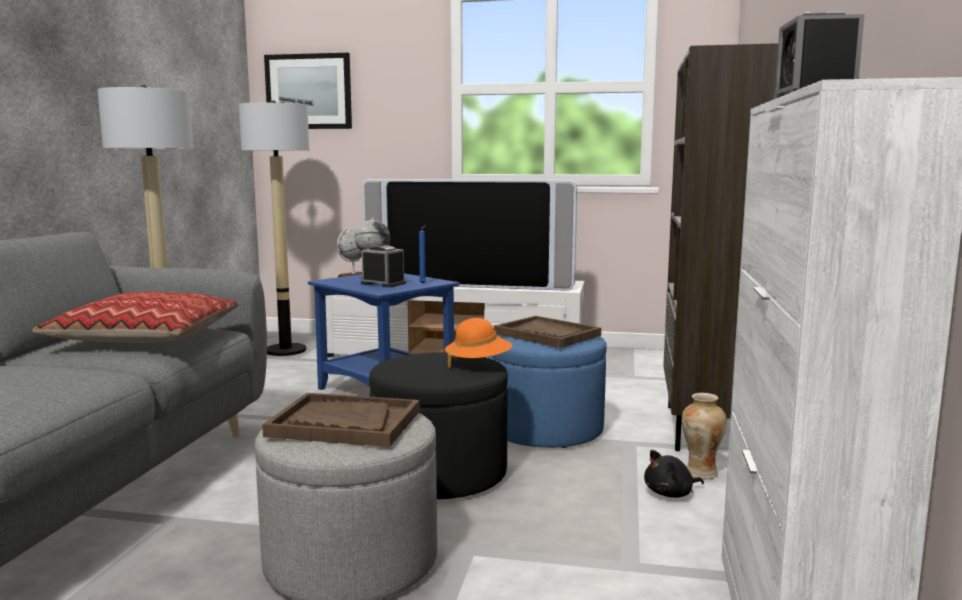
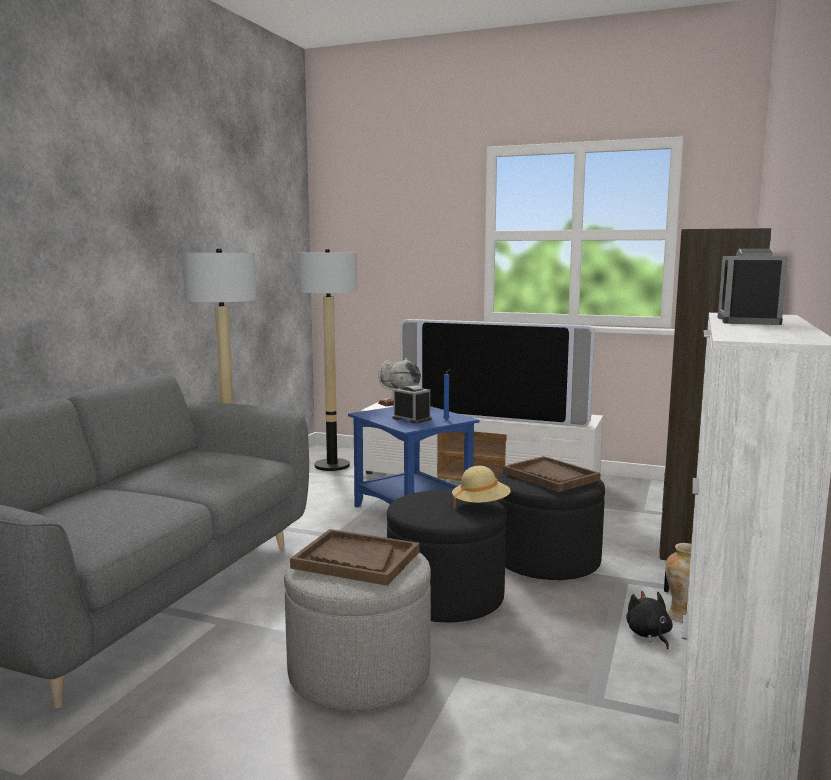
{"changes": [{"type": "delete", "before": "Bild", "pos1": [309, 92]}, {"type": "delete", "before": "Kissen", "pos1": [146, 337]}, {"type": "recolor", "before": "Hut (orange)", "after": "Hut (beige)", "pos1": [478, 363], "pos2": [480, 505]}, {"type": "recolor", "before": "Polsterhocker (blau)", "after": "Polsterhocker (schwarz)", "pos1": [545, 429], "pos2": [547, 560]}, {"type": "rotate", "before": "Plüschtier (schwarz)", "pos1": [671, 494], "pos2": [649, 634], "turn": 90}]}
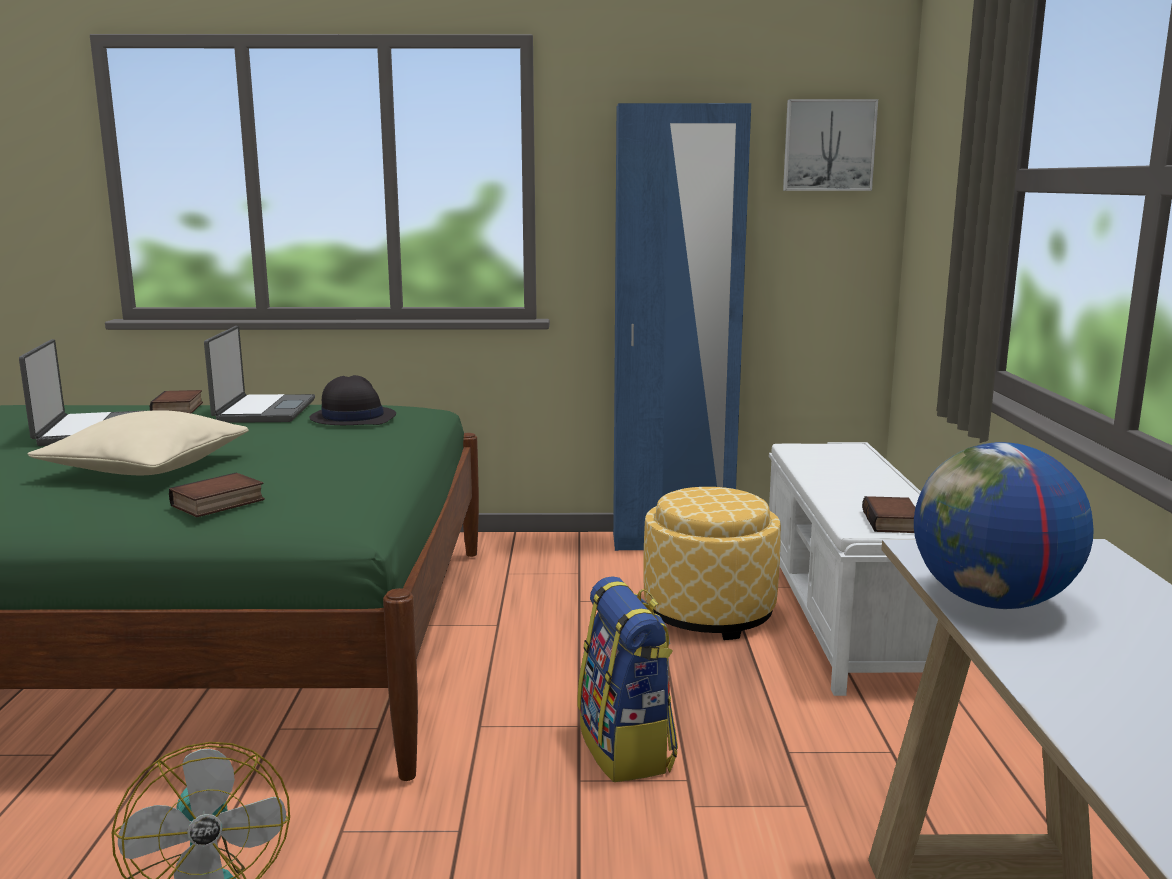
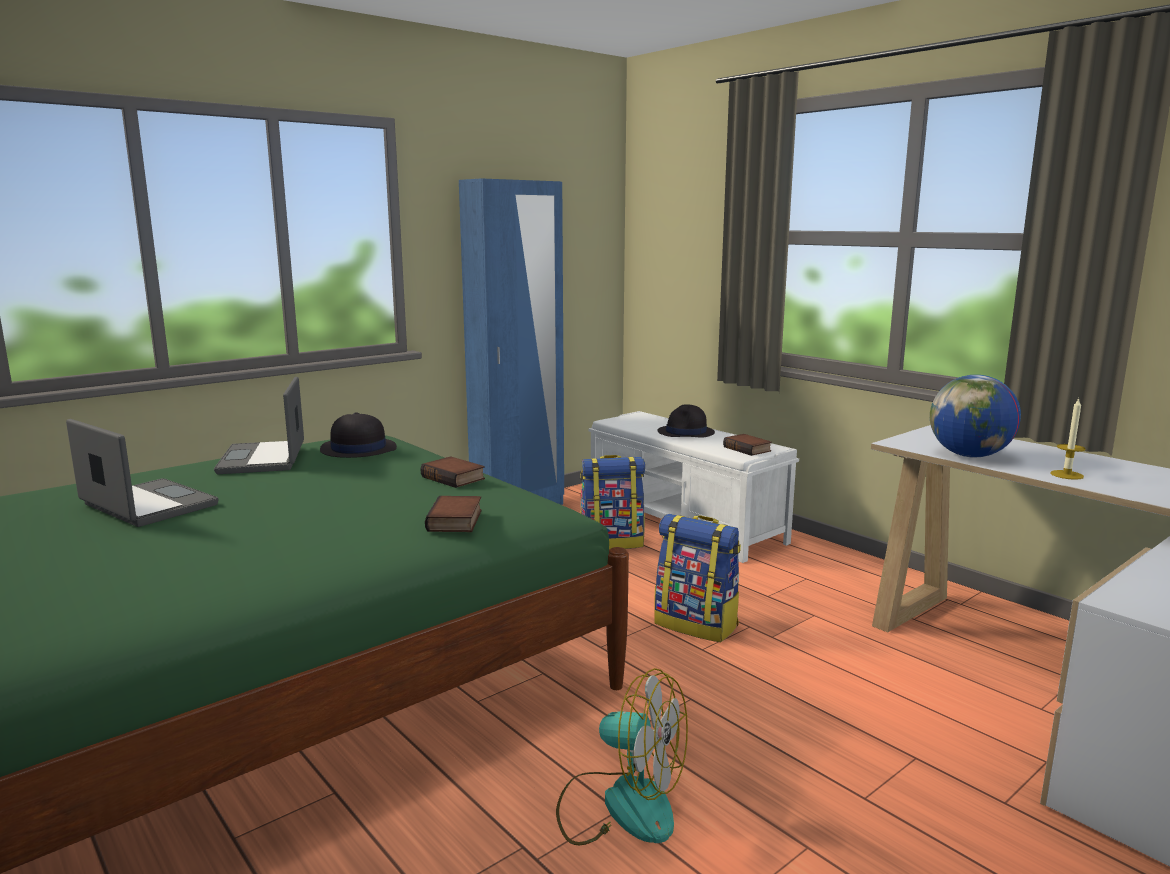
{"changes": [{"type": "delete", "before": "Bild", "pos1": [828, 145]}, {"type": "rotate", "before": "Laptop", "pos1": [263, 411], "pos2": [264, 459], "turn": -150}, {"type": "move", "before": "Buch", "pos1": [179, 409], "pos2": [455, 478]}, {"type": "delete", "before": "Kissen (beige)", "pos1": [147, 467]}, {"type": "replace", "before": "Polsterhocker", "after": "Rucksack", "pos1": [709, 612], "pos2": [612, 542]}, {"type": "insert", "after": "Kerze", "pos2": [1066, 475]}, {"type": "insert", "after": "Hut (schwarz)", "pos2": [686, 433]}]}
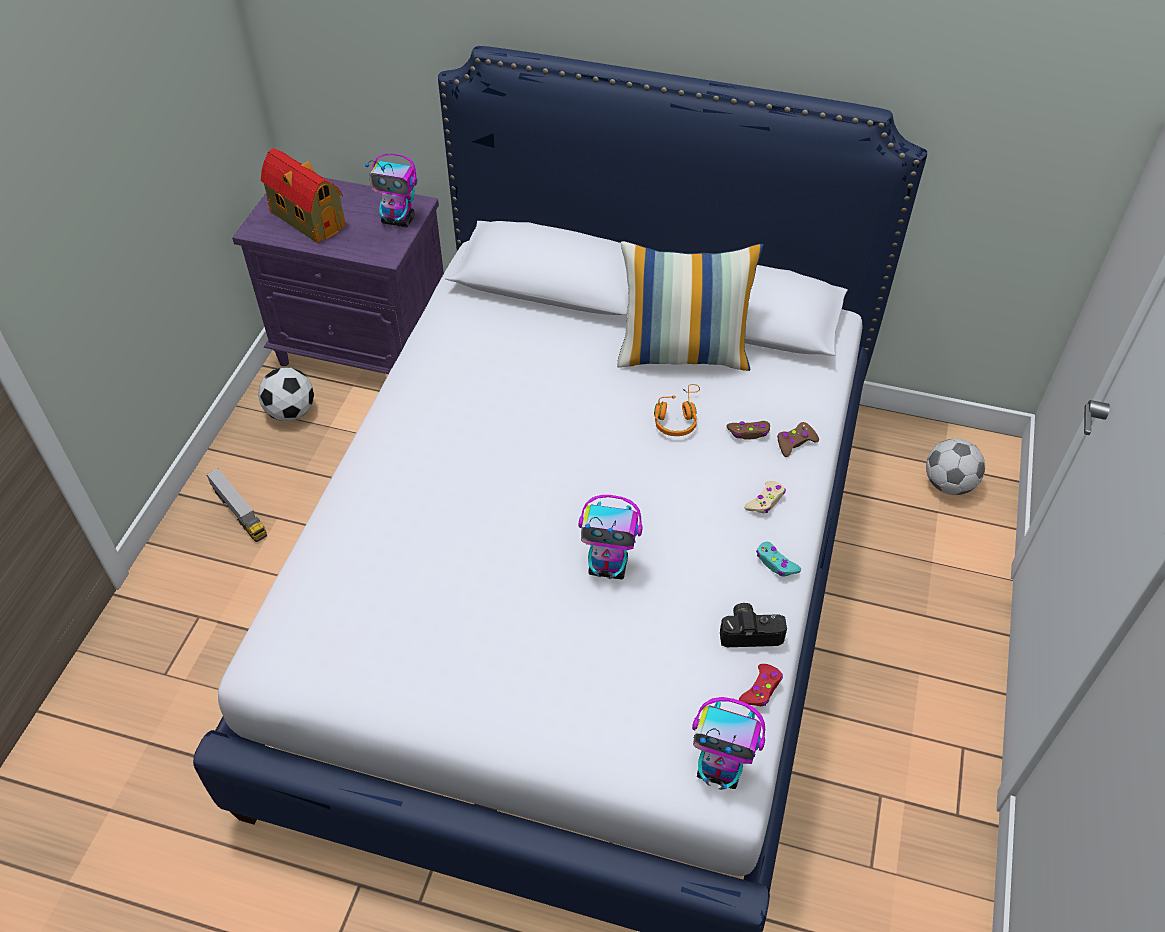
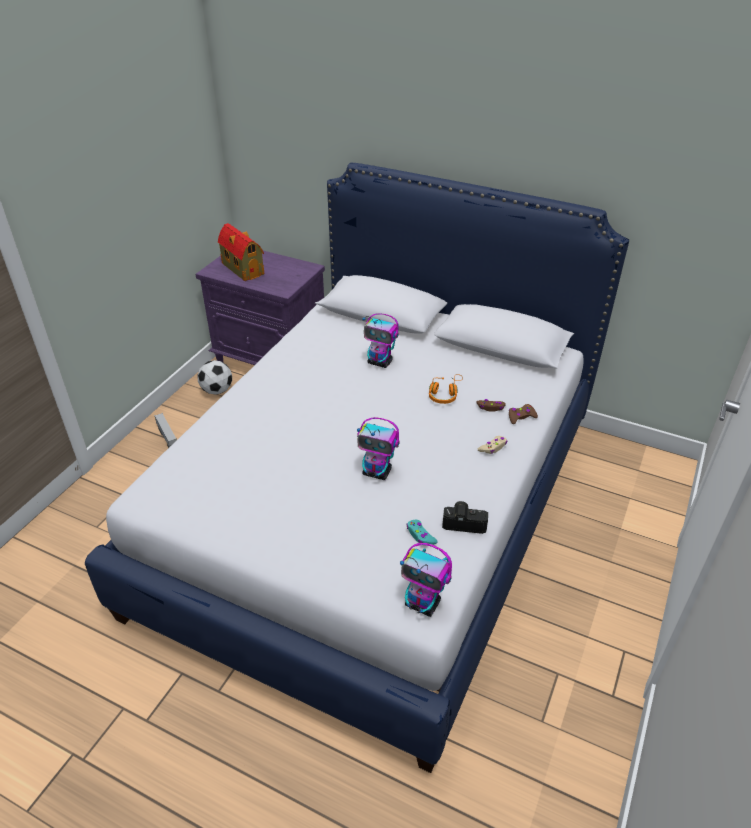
{"changes": [{"type": "move", "before": "Spielzeugroboter", "pos1": [399, 220], "pos2": [380, 362]}, {"type": "delete", "before": "Kissen", "pos1": [683, 353]}, {"type": "delete", "before": "Fußball", "pos1": [948, 484]}, {"type": "move", "before": "Gamepad (türkis)", "pos1": [776, 563], "pos2": [420, 535]}, {"type": "delete", "before": "Gamepad (rot)", "pos1": [761, 689]}]}
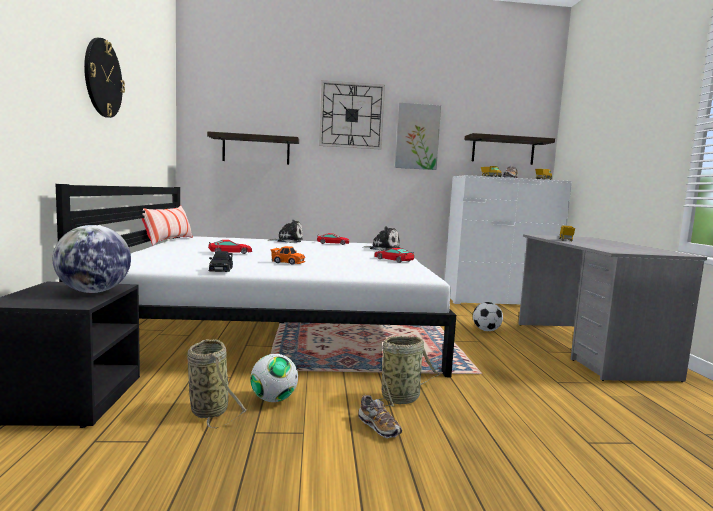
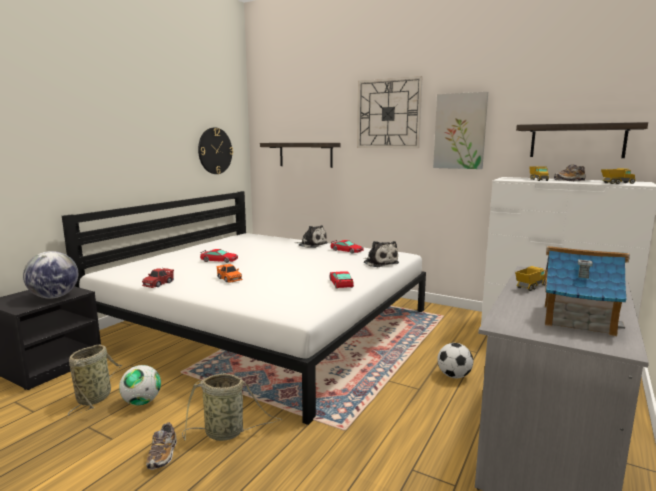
{"changes": [{"type": "move", "before": "Wanduhr", "pos1": [103, 78], "pos2": [215, 151]}, {"type": "delete", "before": "Kissen", "pos1": [168, 241]}, {"type": "recolor", "before": "Spielzeugauto (schwarz)", "after": "Spielzeugauto (rot)", "pos1": [221, 269], "pos2": [158, 284]}, {"type": "insert", "after": "Spielzeughaus", "pos2": [577, 319]}]}
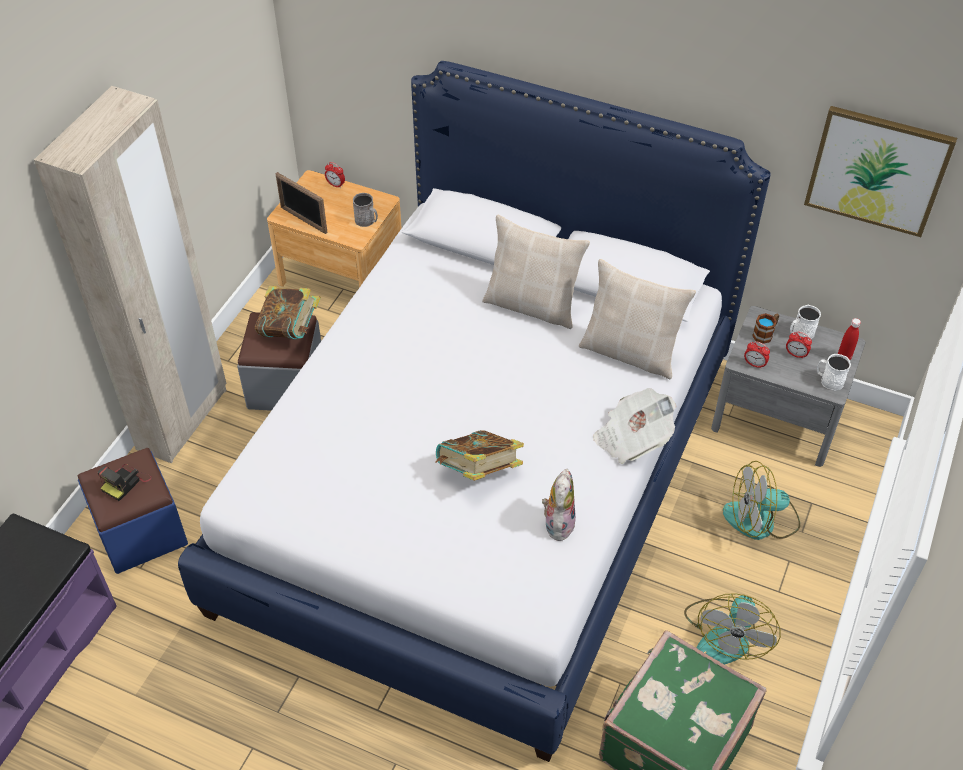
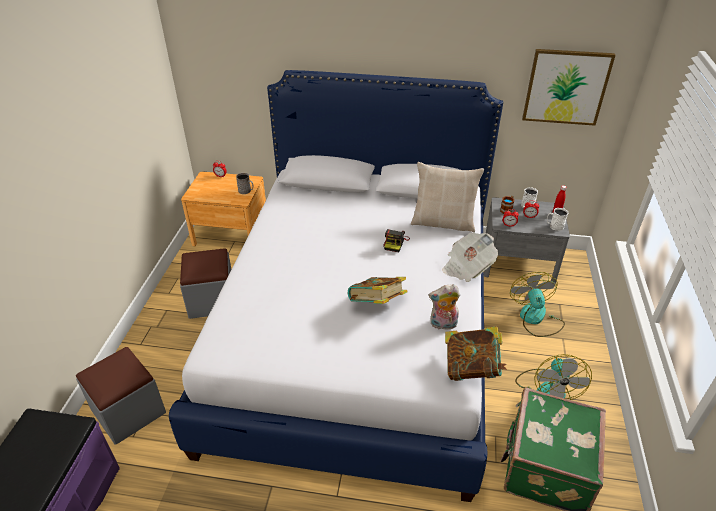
{"changes": [{"type": "delete", "before": "Kleiderschrank (beige)", "pos1": [183, 420]}, {"type": "delete", "before": "Bilderrahmen", "pos1": [303, 220]}, {"type": "delete", "before": "Kissen (beige)", "pos1": [532, 305]}, {"type": "move", "before": "Buch", "pos1": [290, 329], "pos2": [471, 368]}, {"type": "recolor", "before": "Polsterhocker (blau)", "after": "Polsterhocker (grau)", "pos1": [141, 532], "pos2": [129, 412]}, {"type": "rotate", "before": "Ventilator", "pos1": [761, 520], "pos2": [535, 319], "turn": 105}, {"type": "move", "before": "Kamera", "pos1": [126, 482], "pos2": [395, 243]}, {"type": "rotate", "before": "Plüschtier", "pos1": [557, 523], "pos2": [443, 325], "turn": -90}]}
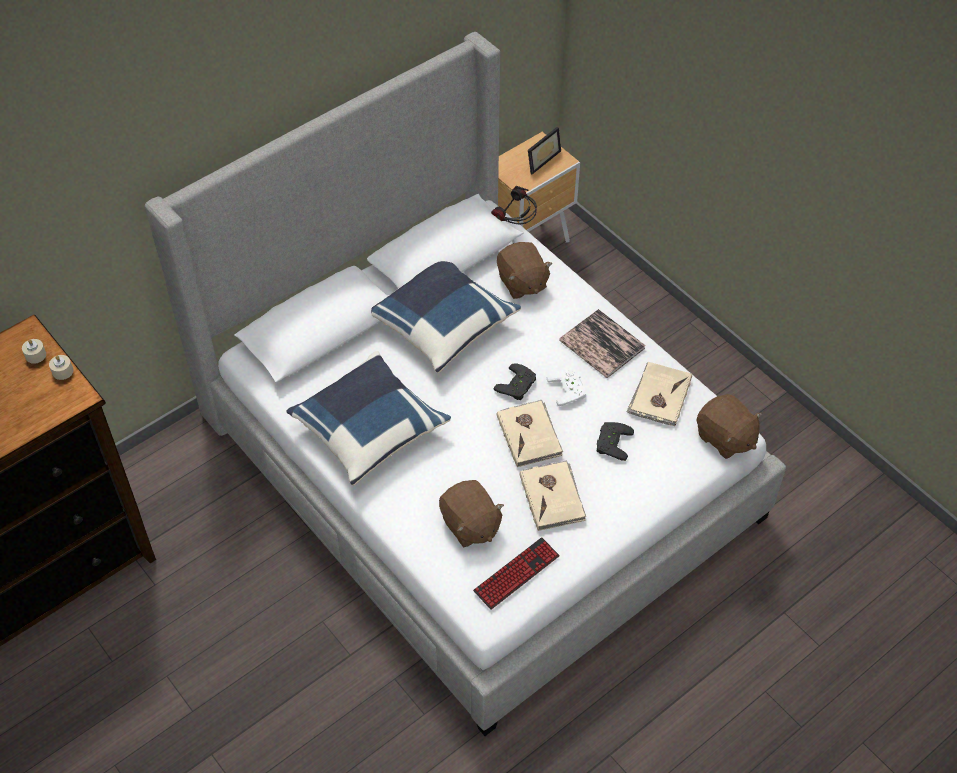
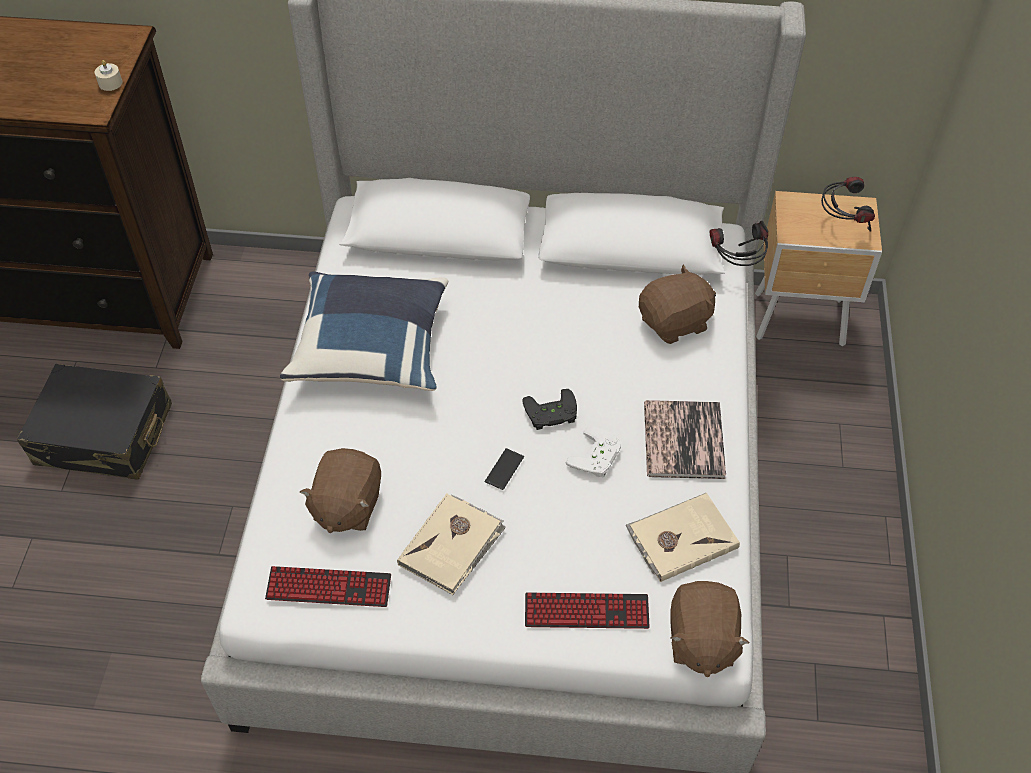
{"changes": [{"type": "replace", "before": "Bilderrahmen", "after": "Kopfhörer", "pos1": [540, 159], "pos2": [841, 222]}, {"type": "rotate", "before": "Plüschtier (braun)", "pos1": [522, 283], "pos2": [675, 322], "turn": -135}, {"type": "delete", "before": "Kissen (blau)", "pos1": [442, 325]}, {"type": "delete", "before": "Kerze (beige)", "pos1": [35, 355]}, {"type": "replace", "before": "Buch (beige)", "after": "Handy", "pos1": [530, 435], "pos2": [504, 469]}, {"type": "delete", "before": "Gamepad (schwarz)", "pos1": [611, 442]}, {"type": "insert", "after": "Koffer (schwarz)", "pos2": [104, 435]}, {"type": "insert", "after": "Tastatur", "pos2": [586, 612]}]}
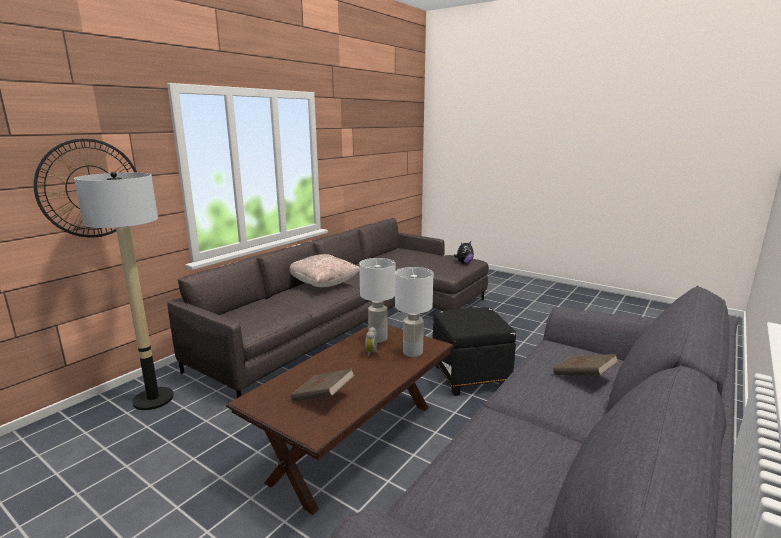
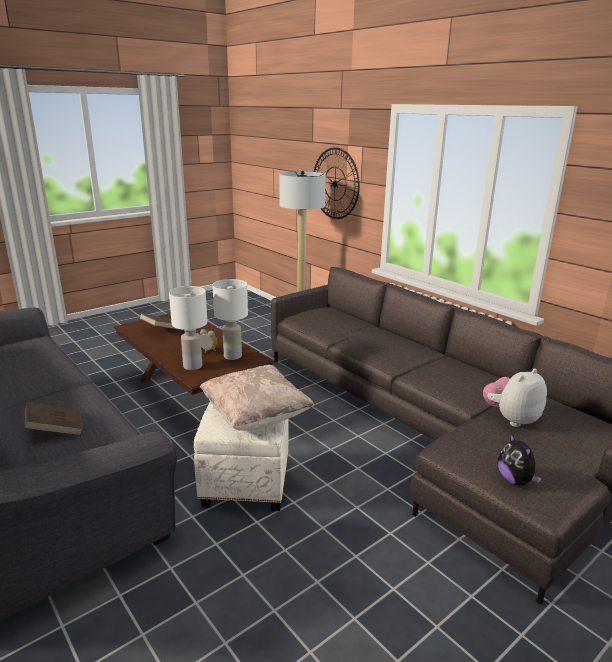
{"changes": [{"type": "move", "before": "Kissen (beige)", "pos1": [323, 284], "pos2": [256, 416]}, {"type": "recolor", "before": "Polsterhocker (schwarz)", "after": "Polsterhocker (weiß)", "pos1": [470, 377], "pos2": [244, 485]}, {"type": "insert", "after": "Plüschtier", "pos2": [511, 419]}]}
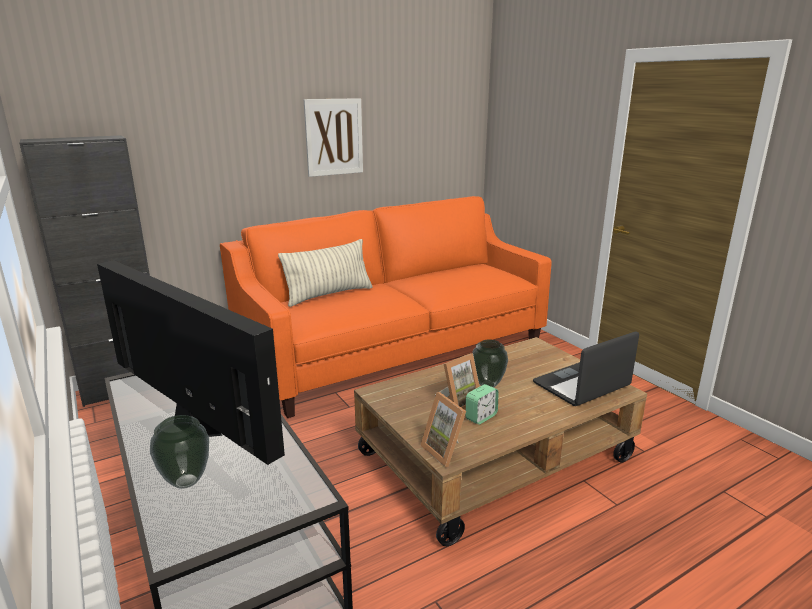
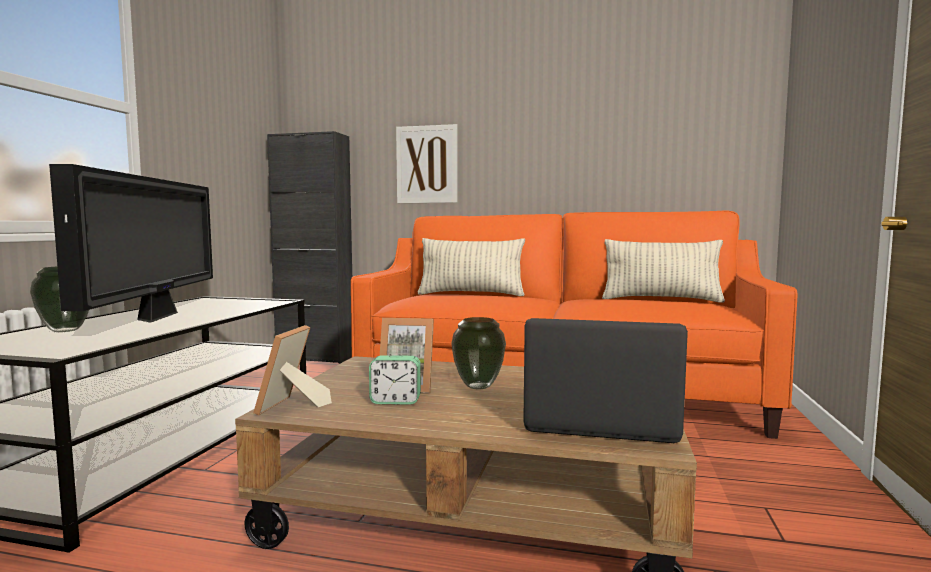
{"changes": [{"type": "move", "before": "Bild", "pos1": [334, 137], "pos2": [427, 164]}, {"type": "insert", "after": "Kissen", "pos2": [661, 300]}]}
